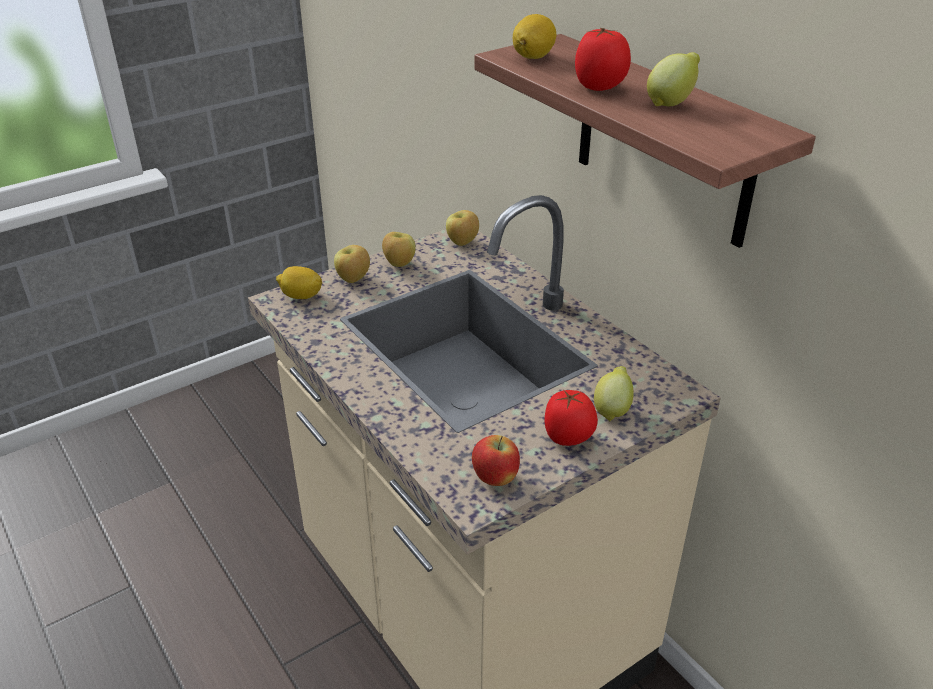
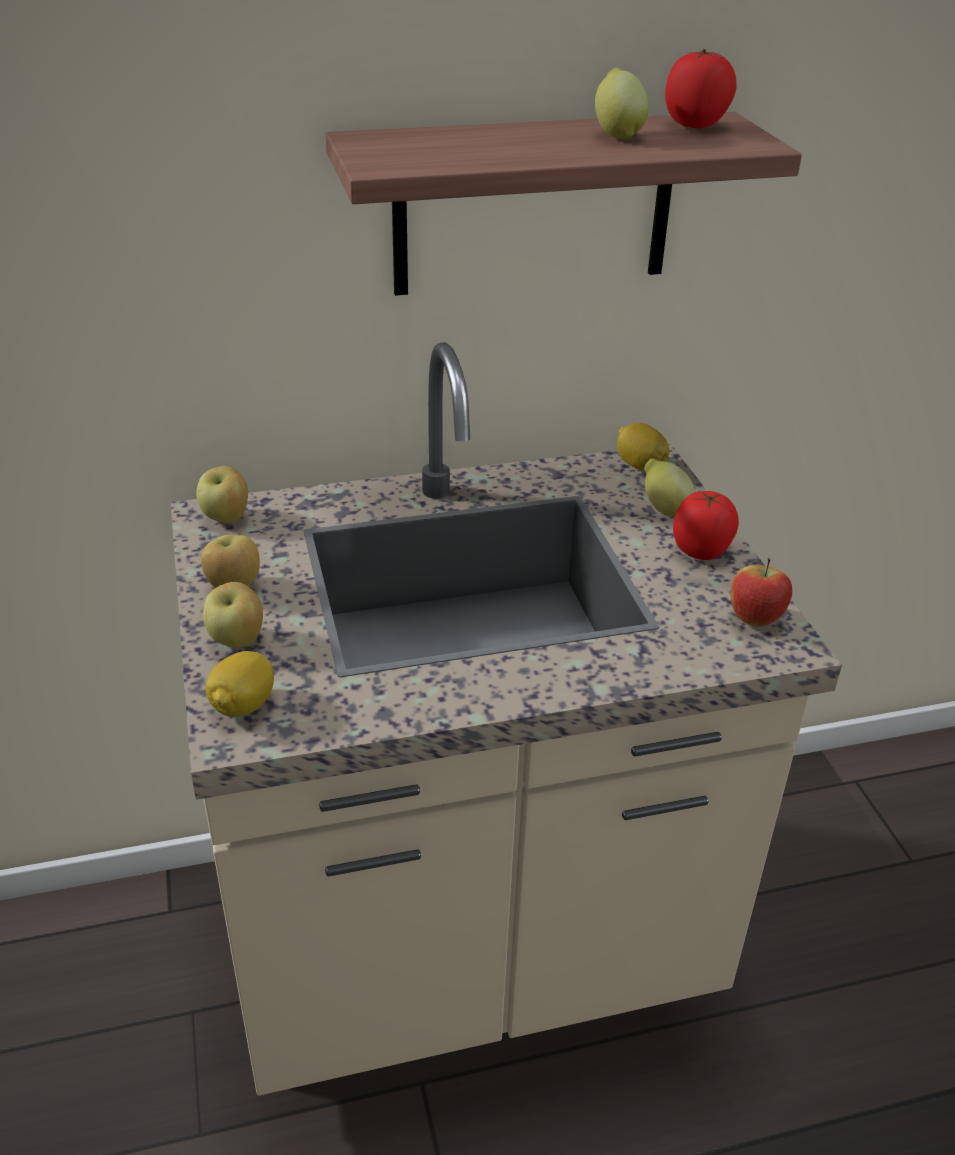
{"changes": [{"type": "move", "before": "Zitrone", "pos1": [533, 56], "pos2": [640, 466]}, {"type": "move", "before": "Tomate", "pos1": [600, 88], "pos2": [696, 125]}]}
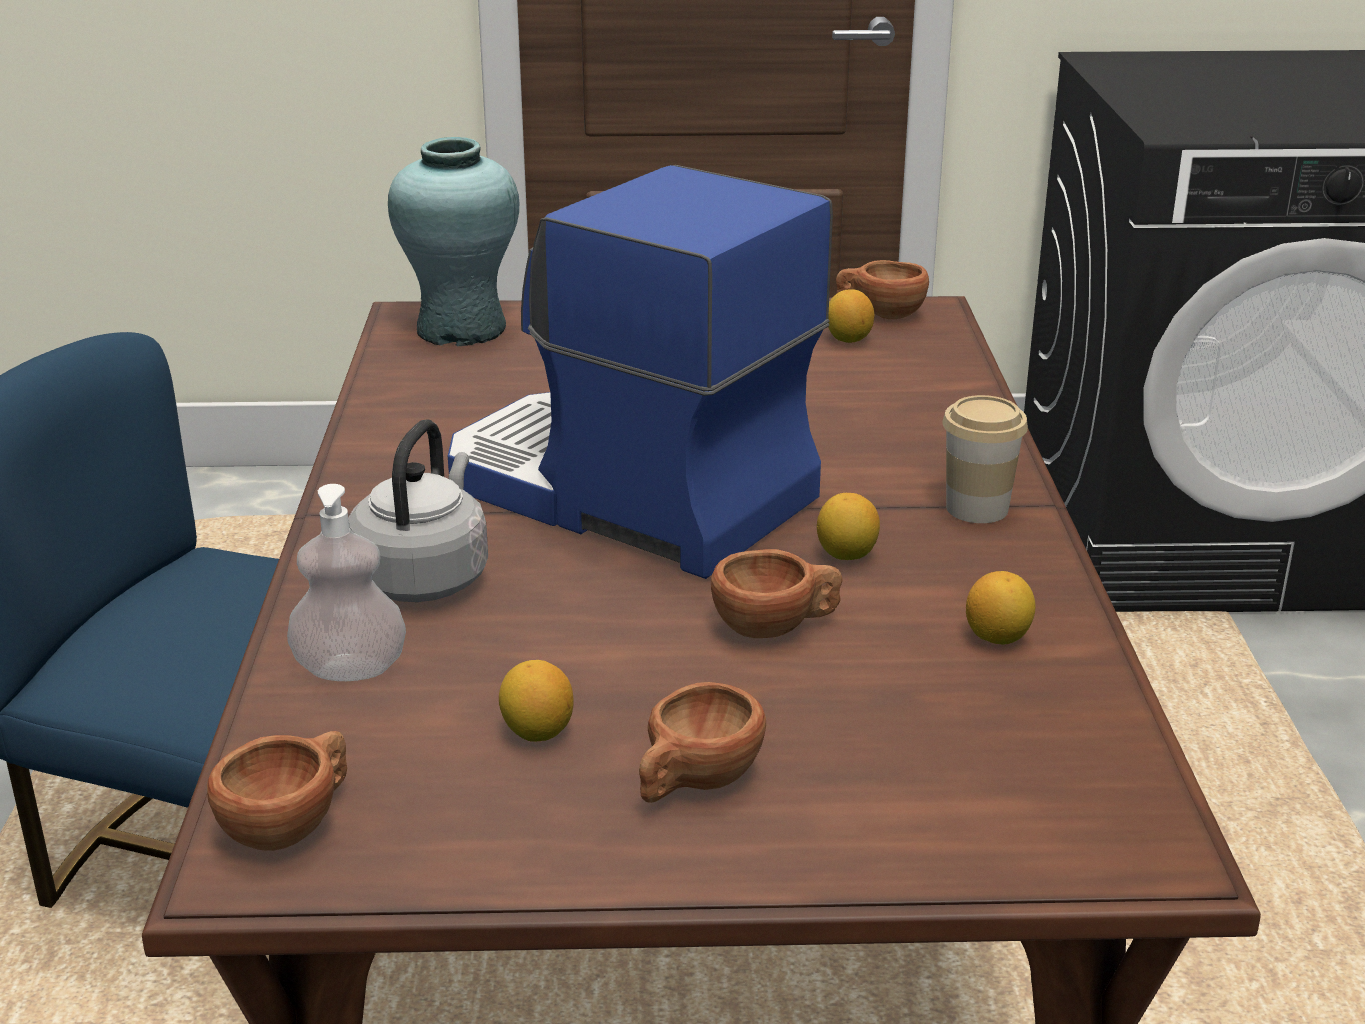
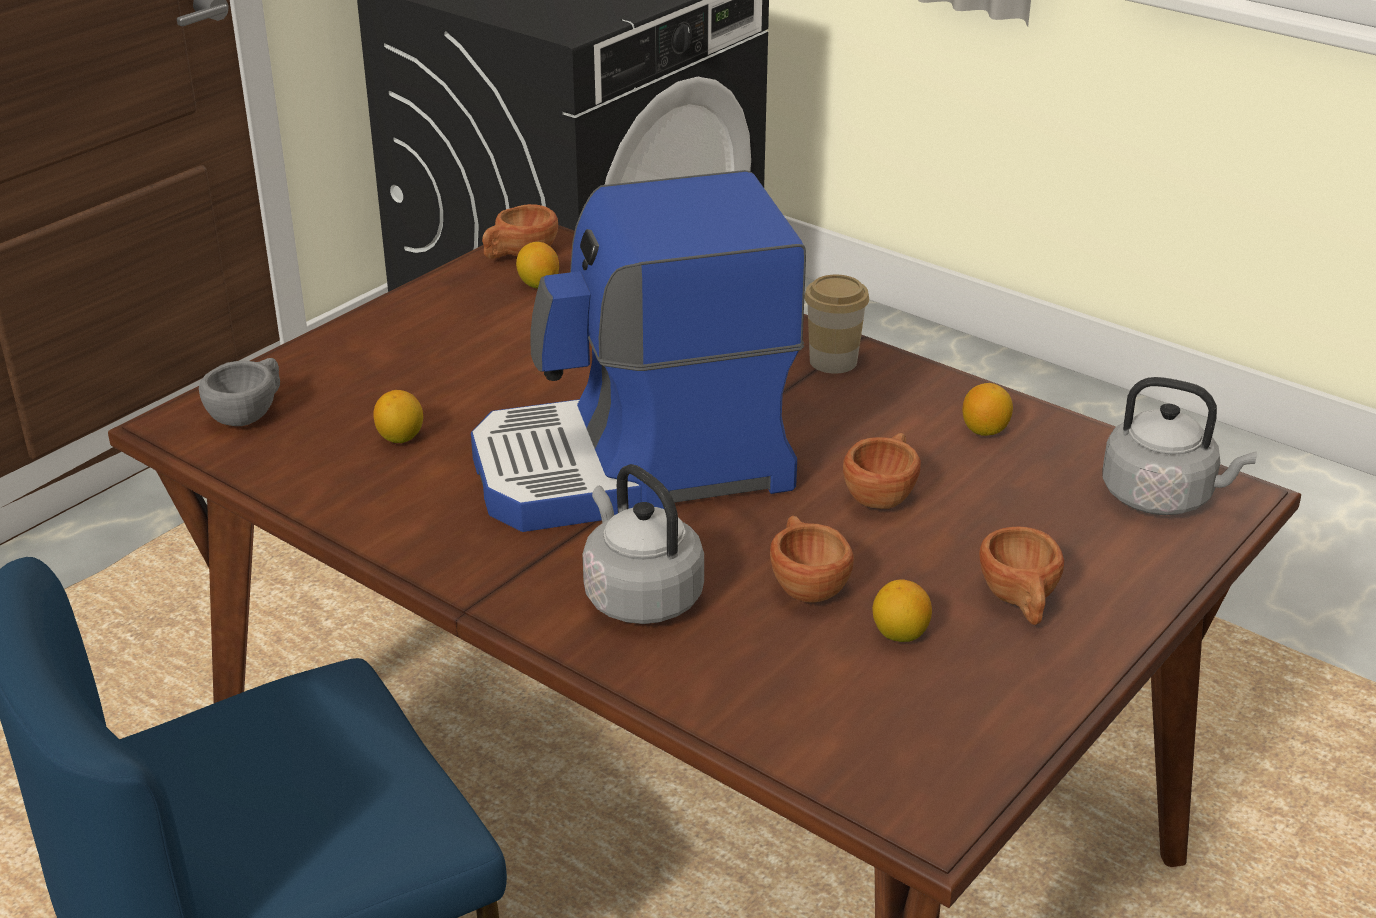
{"changes": [{"type": "replace", "before": "Vase (türkis)", "after": "Tasse (grau)", "pos1": [462, 329], "pos2": [250, 414]}, {"type": "delete", "before": "Seifenspender", "pos1": [350, 669]}, {"type": "move", "before": "Zitrone", "pos1": [846, 555], "pos2": [400, 438]}, {"type": "move", "before": "Tasse (braun)", "pos1": [292, 824], "pos2": [805, 584]}, {"type": "insert", "after": "Wasserkessel (grau)", "pos2": [1162, 497]}]}
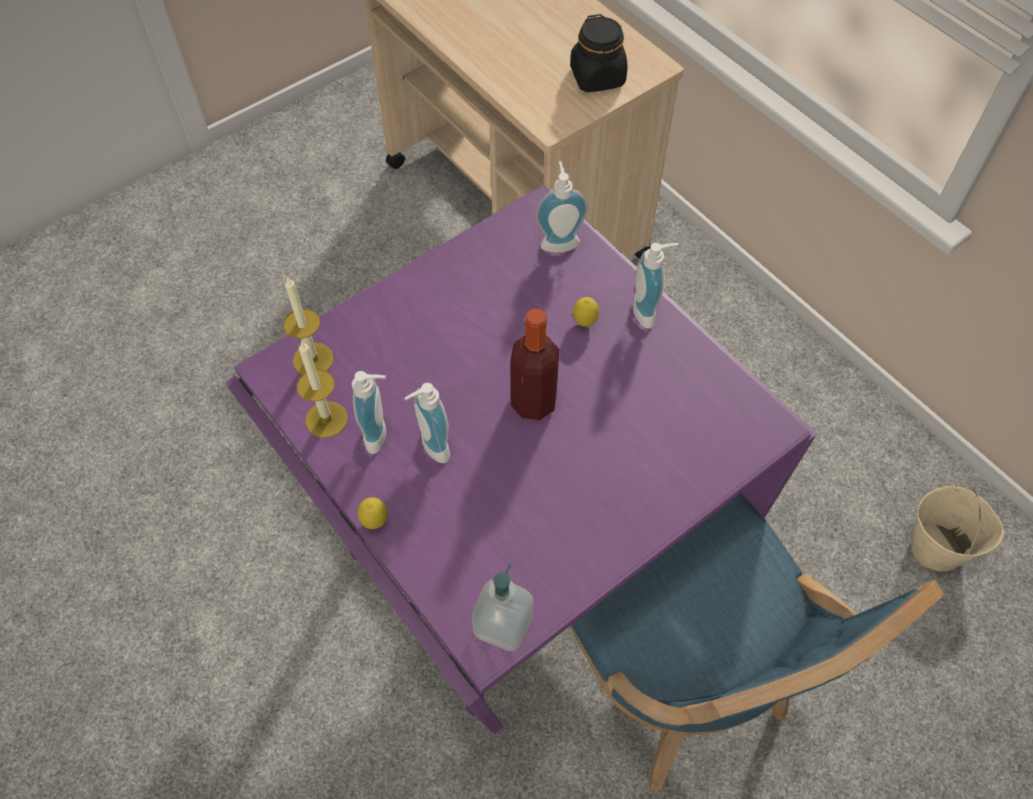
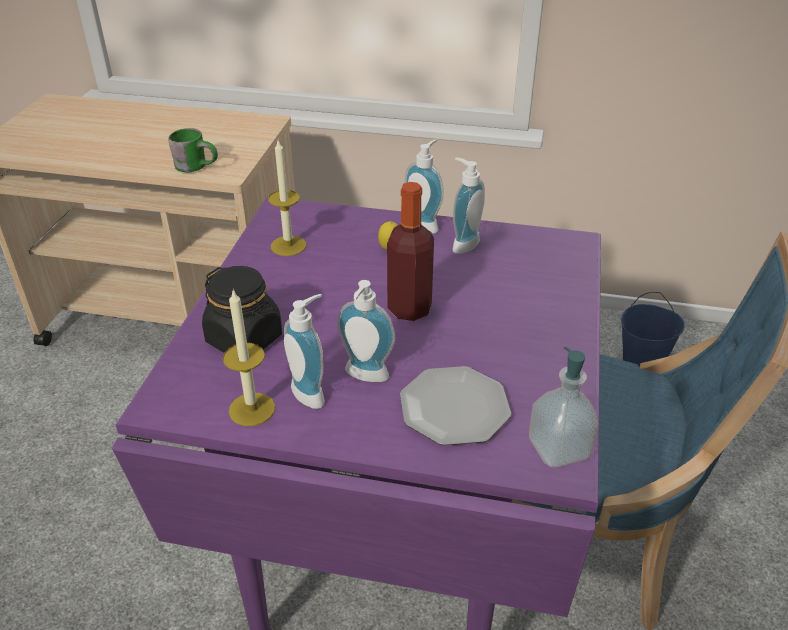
{"changes": [{"type": "move", "before": "Vorratsglas (schwarz)", "pos1": [597, 77], "pos2": [245, 339]}, {"type": "move", "before": "Seifenspender", "pos1": [559, 241], "pos2": [462, 244]}, {"type": "move", "before": "Kerze", "pos1": [313, 359], "pos2": [288, 246]}, {"type": "recolor", "before": "Eimer (beige)", "after": "Eimer (blau)", "pos1": [937, 547], "pos2": [643, 360]}, {"type": "delete", "before": "Zitrone", "pos1": [375, 522]}, {"type": "insert", "after": "Henkelbecher (grün)", "pos2": [198, 166]}, {"type": "insert", "after": "Teller", "pos2": [455, 408]}]}
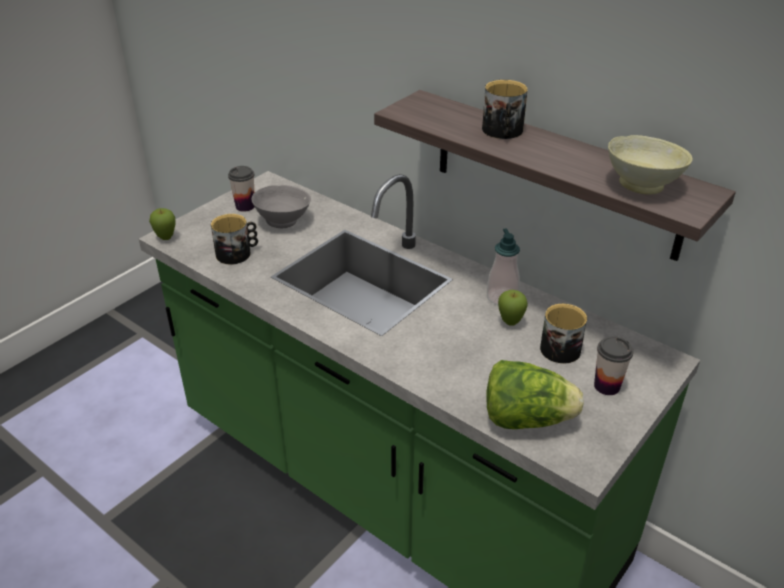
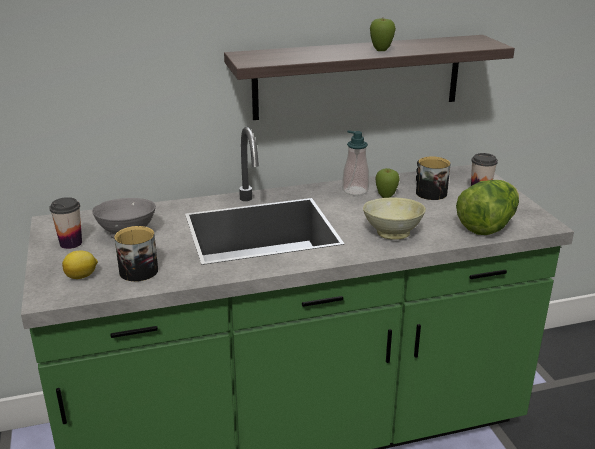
{"changes": [{"type": "delete", "before": "Henkelbecher", "pos1": [503, 132]}, {"type": "move", "before": "Schüssel (beige)", "pos1": [643, 185], "pos2": [393, 233]}, {"type": "move", "before": "Apfel", "pos1": [166, 238], "pos2": [381, 51]}, {"type": "insert", "after": "Zitrone", "pos2": [82, 276]}]}
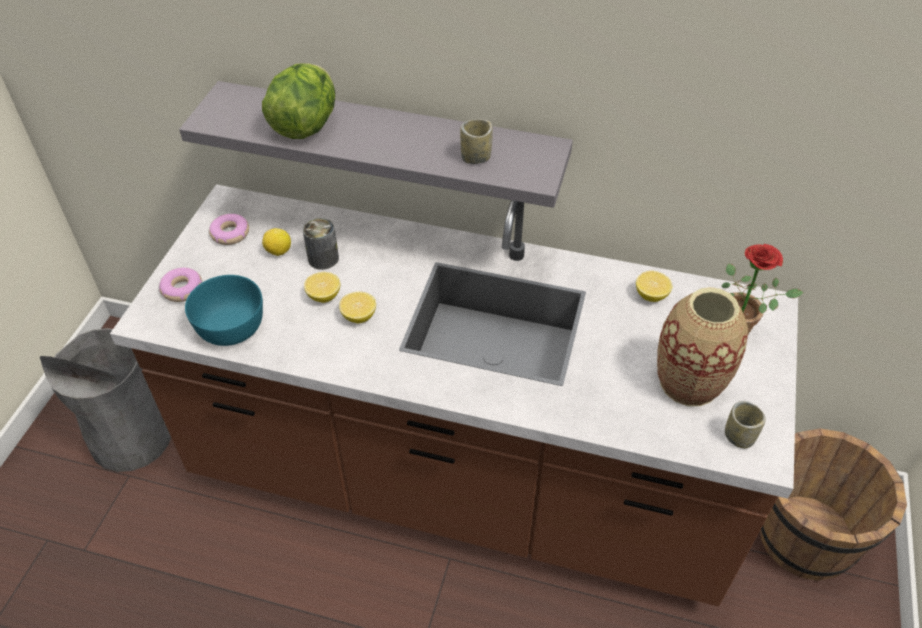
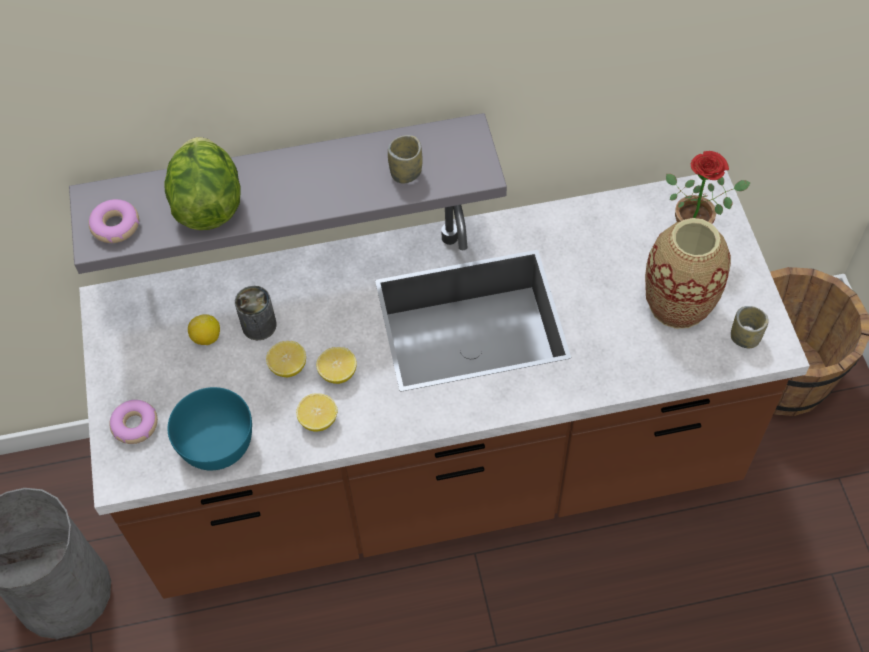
{"changes": [{"type": "move", "before": "Donut", "pos1": [230, 234], "pos2": [115, 226]}, {"type": "move", "before": "Zitrone", "pos1": [651, 295], "pos2": [318, 420]}]}
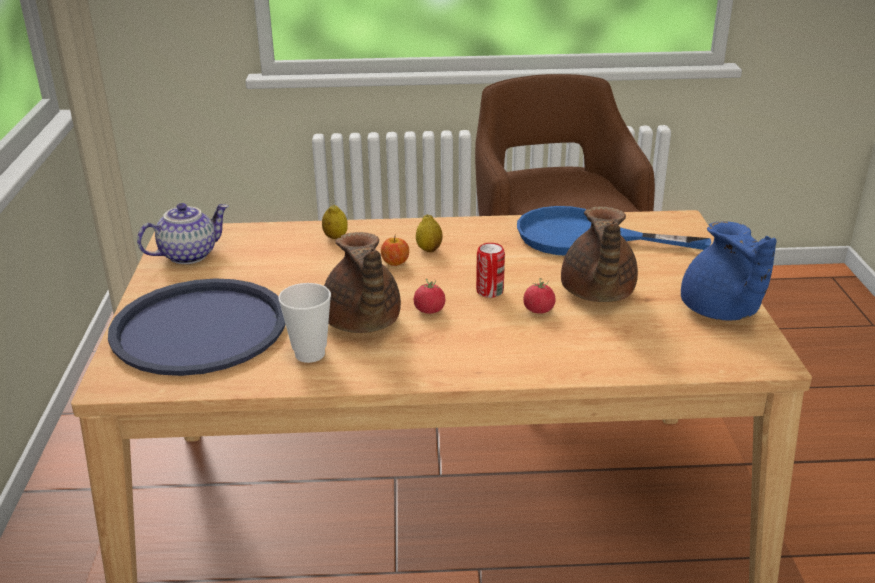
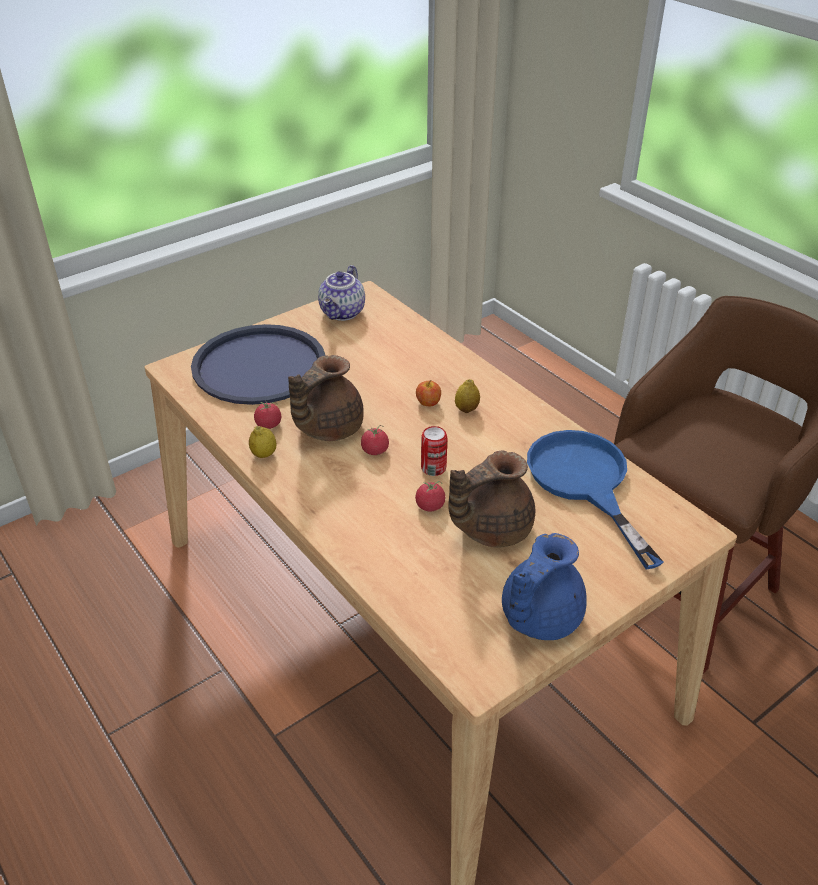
{"changes": [{"type": "rotate", "before": "Teekanne", "pos1": [188, 255], "pos2": [343, 313], "turn": 90}, {"type": "move", "before": "Zitrone", "pos1": [335, 237], "pos2": [264, 454]}, {"type": "replace", "before": "Tasse", "after": "Tomate", "pos1": [310, 354], "pos2": [268, 425]}]}
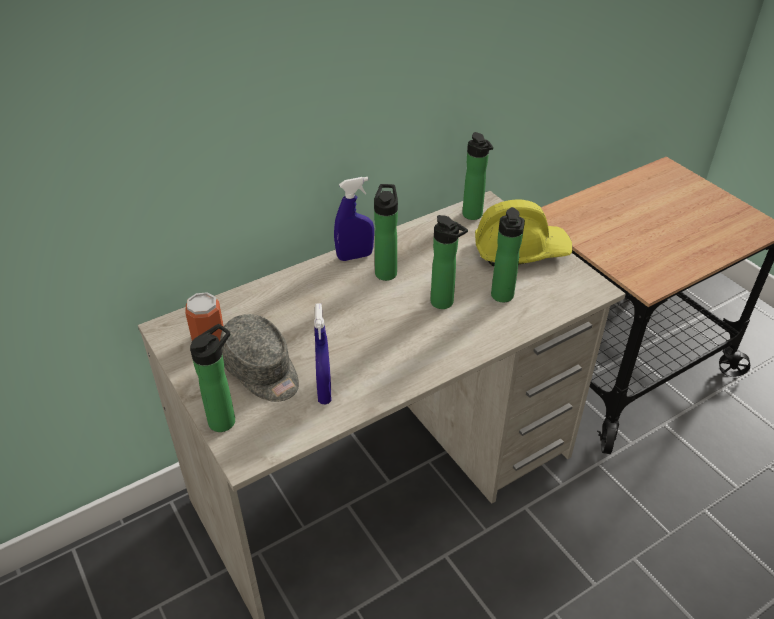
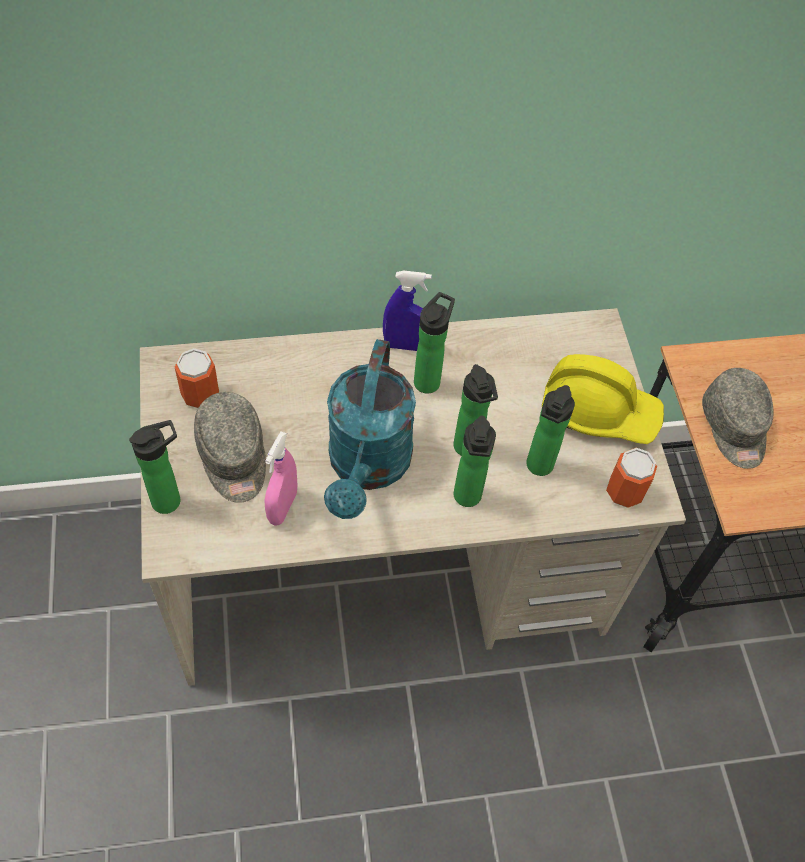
{"changes": [{"type": "move", "before": "Flasche", "pos1": [473, 216], "pos2": [467, 499]}, {"type": "recolor", "before": "Sprühflasche (blau)", "after": "Sprühflasche (rosa)", "pos1": [324, 390], "pos2": [282, 507]}, {"type": "insert", "after": "Gießkanne (türkis)", "pos2": [367, 467]}, {"type": "insert", "after": "Kappe (grau)", "pos2": [734, 428]}, {"type": "insert", "after": "Dose", "pos2": [624, 492]}]}
